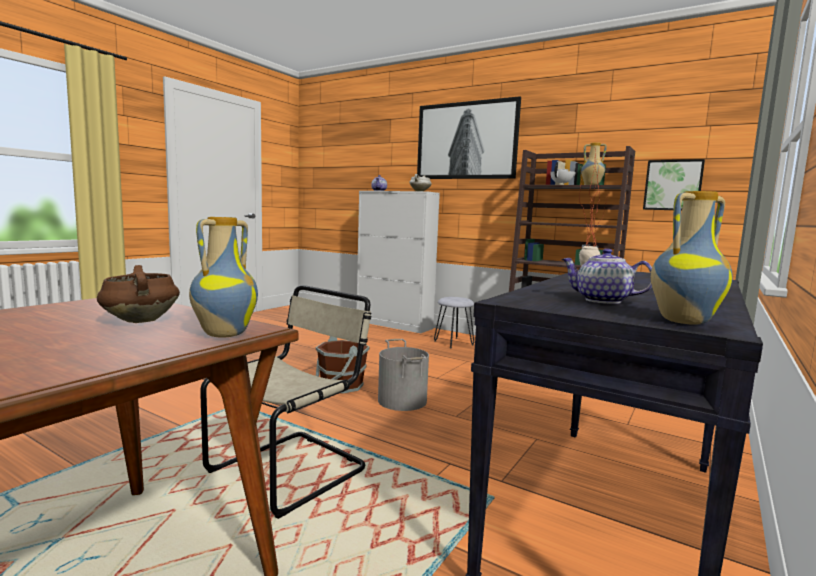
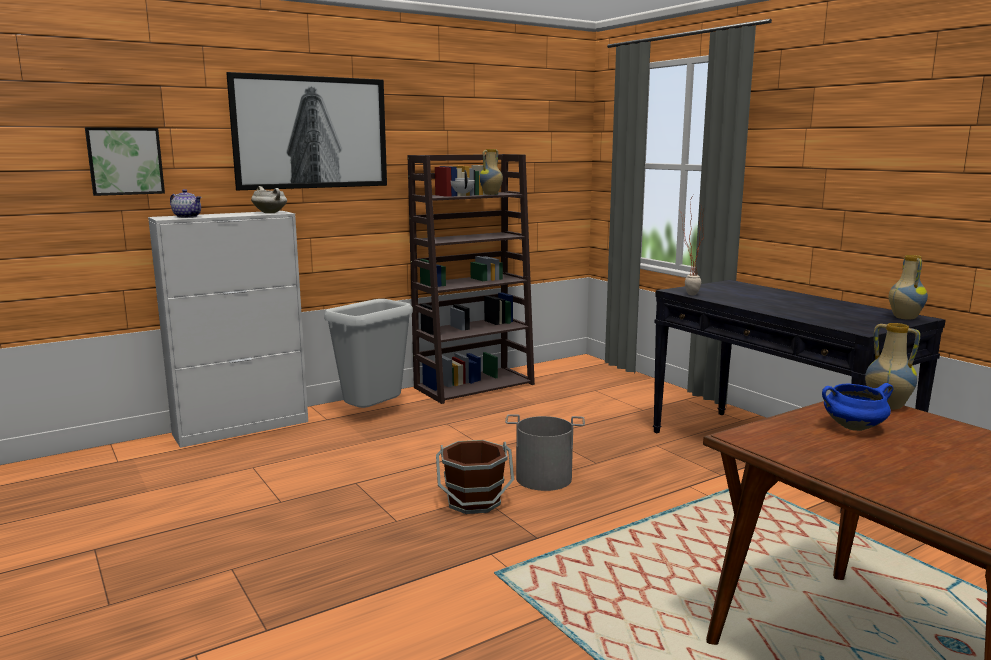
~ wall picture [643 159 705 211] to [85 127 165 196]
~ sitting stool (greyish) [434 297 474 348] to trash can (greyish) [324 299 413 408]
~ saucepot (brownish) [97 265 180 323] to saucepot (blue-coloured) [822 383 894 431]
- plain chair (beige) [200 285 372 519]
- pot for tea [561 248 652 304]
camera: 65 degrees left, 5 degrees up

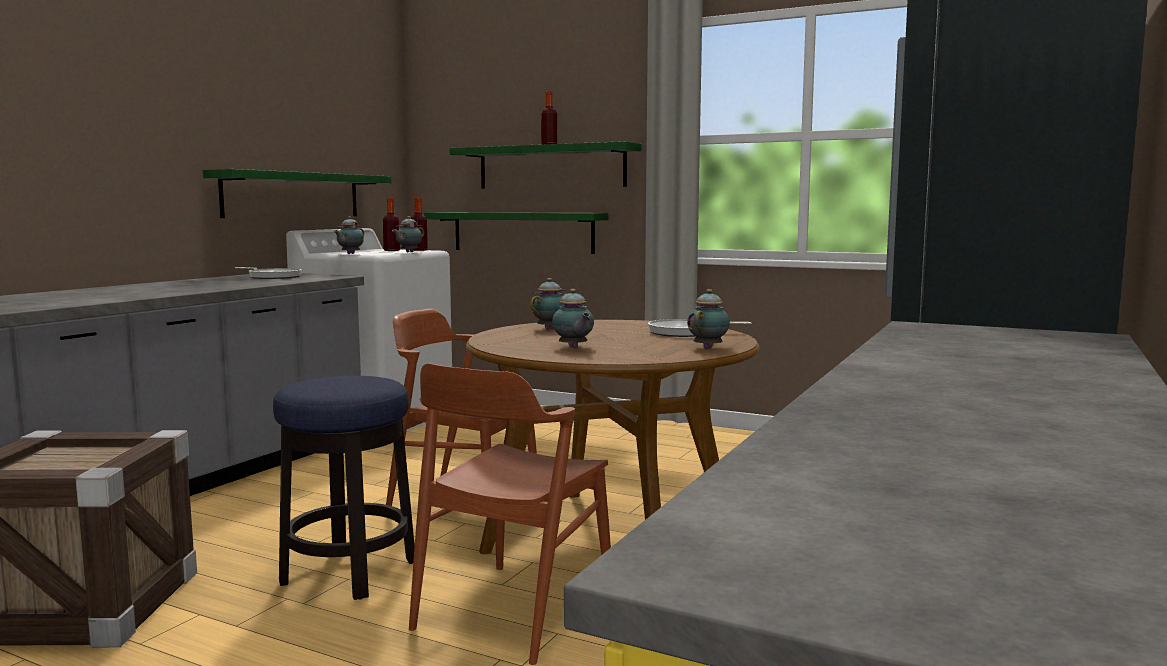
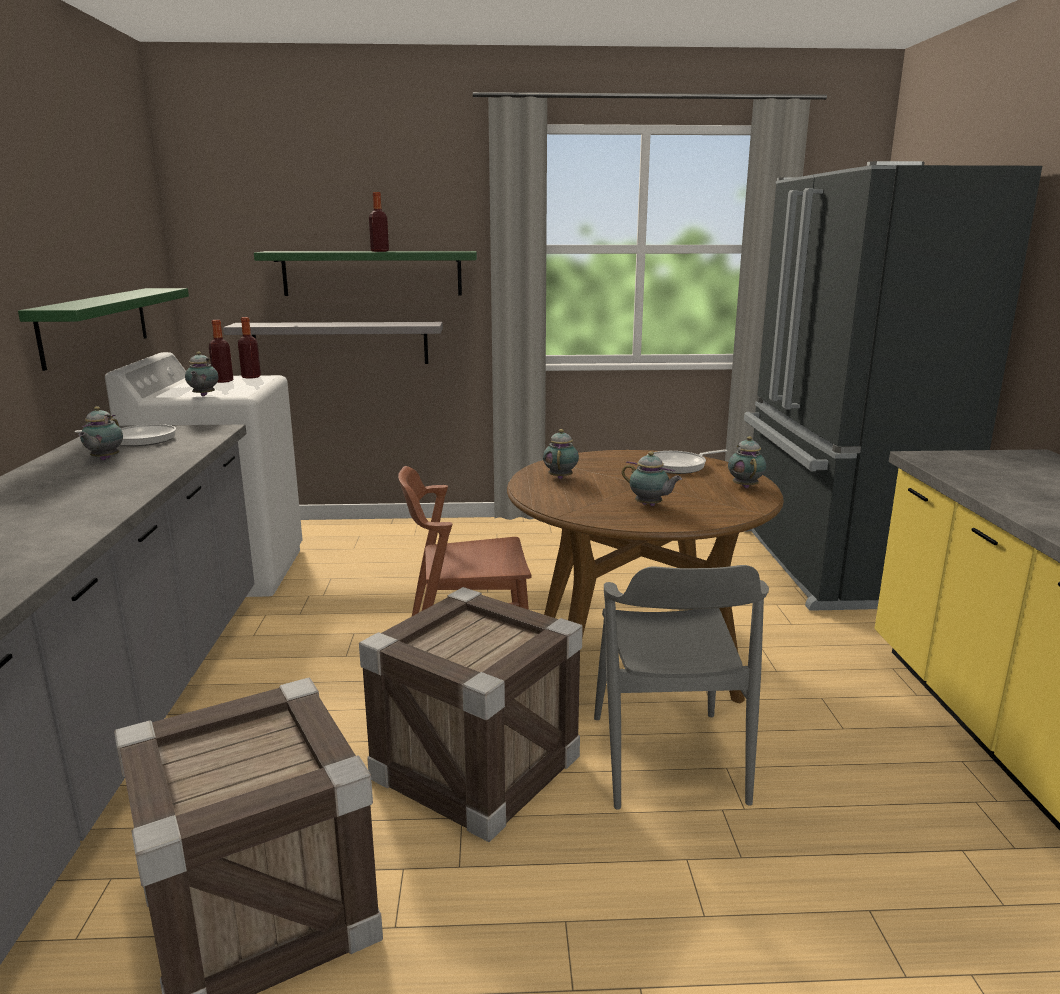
~ pot for tea [392 216 424 253] to [78 406 123 460]
~ shelf (green-coloured) [424 212 609 254] to shelf (greyish) [223 322 443 364]
~ sitting stool [273 376 415 600] to shipping crate [359 587 583 842]
~ plain chair (brownish) [409 364 611 665] to plain chair (greyish) [594 565 769 810]
camera: 30 degrees left, 10 degrees up

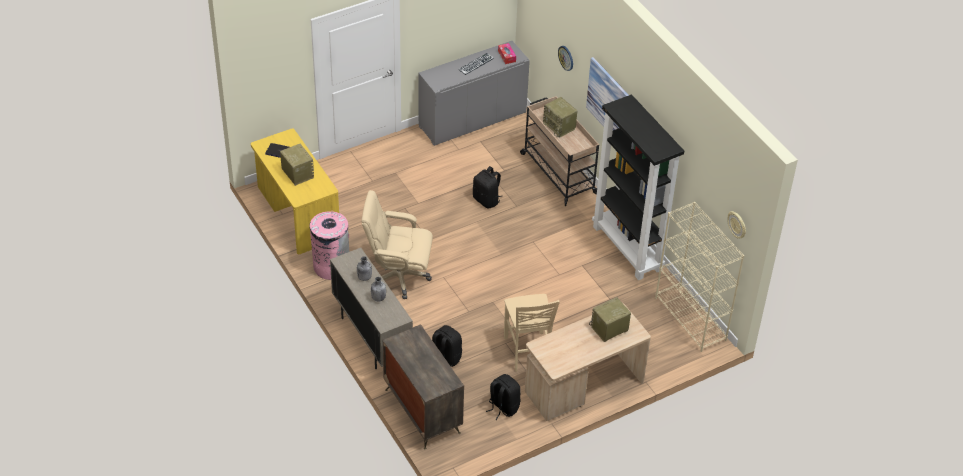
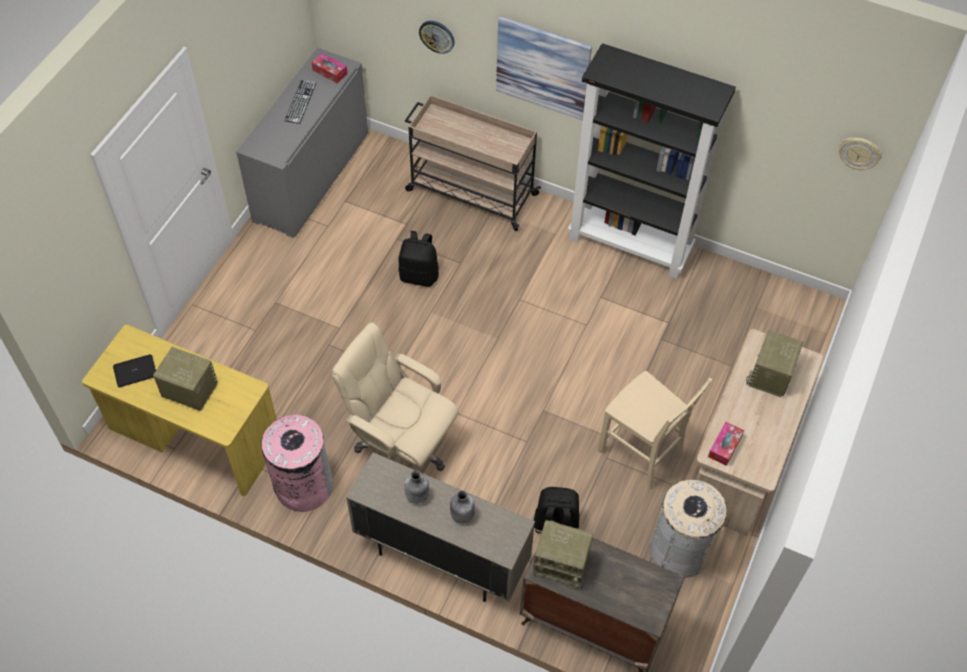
~ office chair (beige) [362 190 433 299] = [332 322 459 471] 60 degrees clockwise
~ radio set [543 97 577 138] to [533 520 593 589]
~ rucksack (black) [486 374 521 420] to trash can (beige) [650 480 727 578]
+ tissue holder [708 422 744 466]
- bookshelf (beige) [655 202 744 352]
camera: 35 degrees left, 10 degrees up

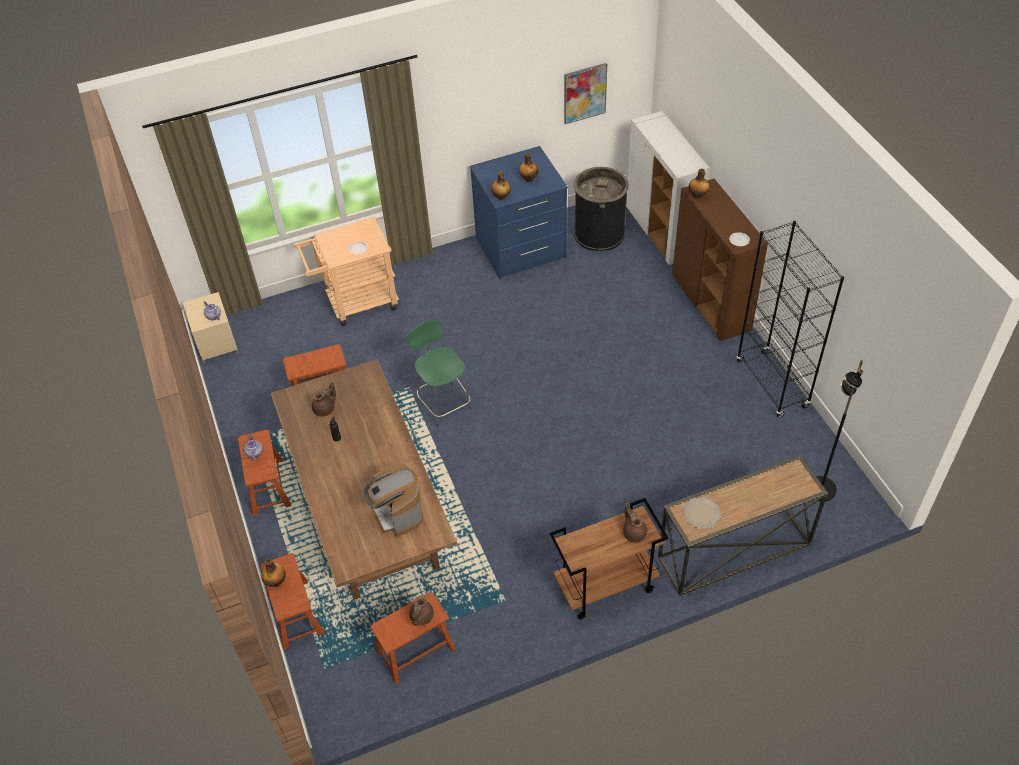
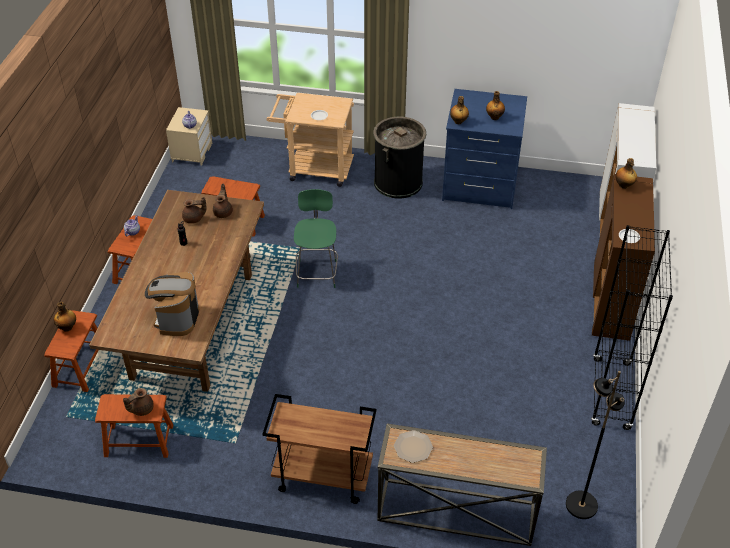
~ pot for tea (brownish) [623 503 647 543] to [213 183 233 218]
~ trash can (black) [574 167 629 252] to [373 117 426 199]
- wall picture [564 63 607 124]
camera: 30 degrees right, 5 degrees down

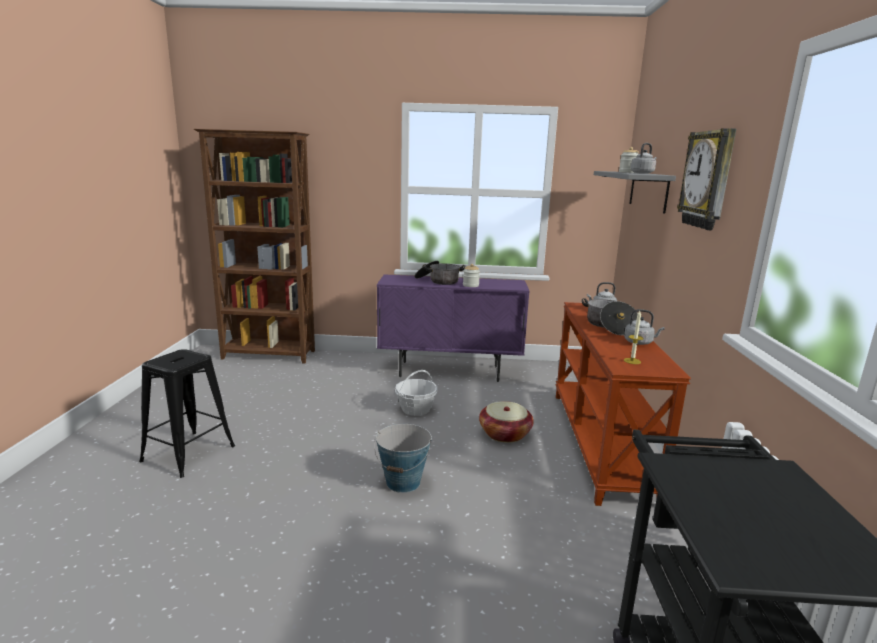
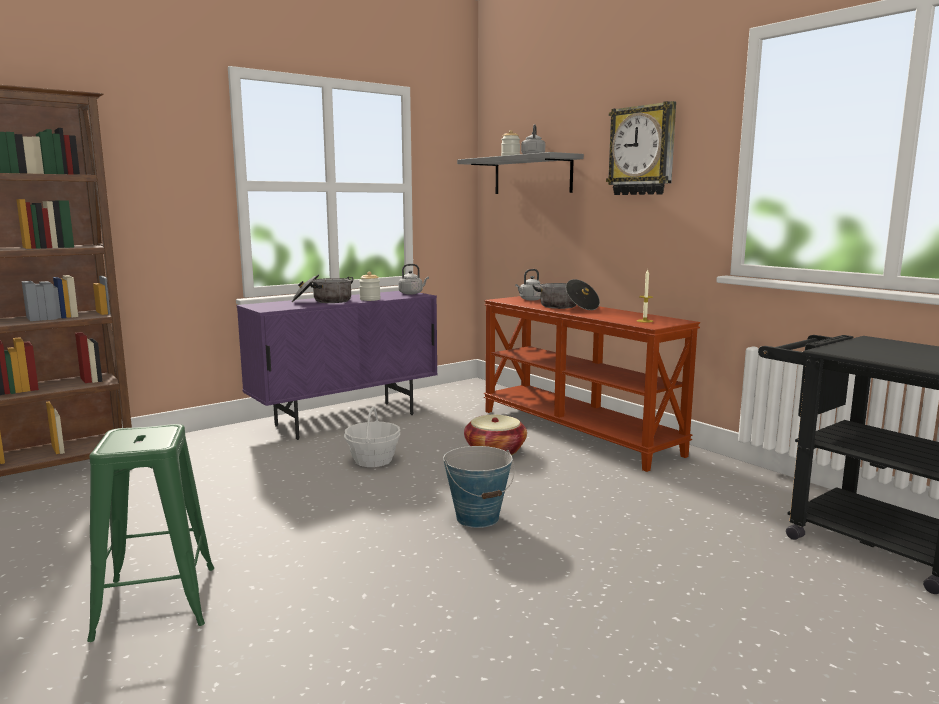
~ sitting stool (black) [139 349 235 478] to sitting stool (green-coloured) [87 424 214 642]
~ tea kettle (greyish) [624 309 665 345] to [398 264 429 294]
camera: 40 degrees left, 5 degrees down

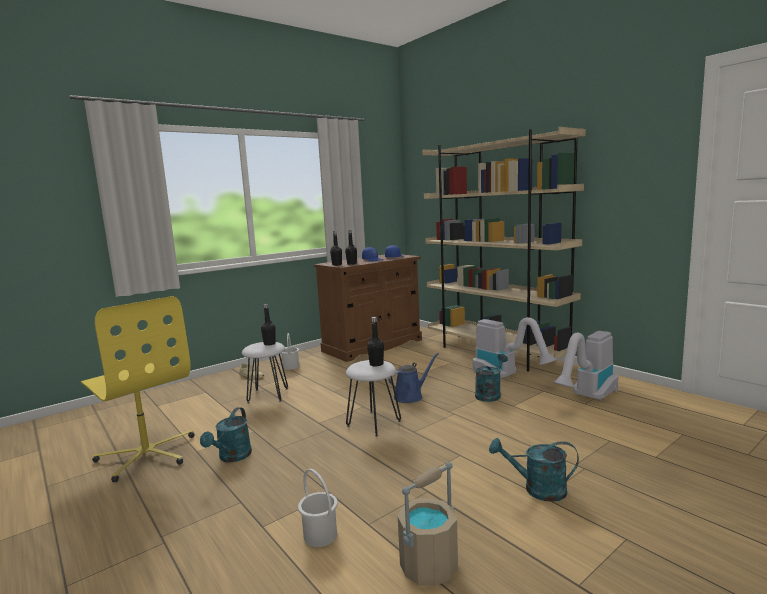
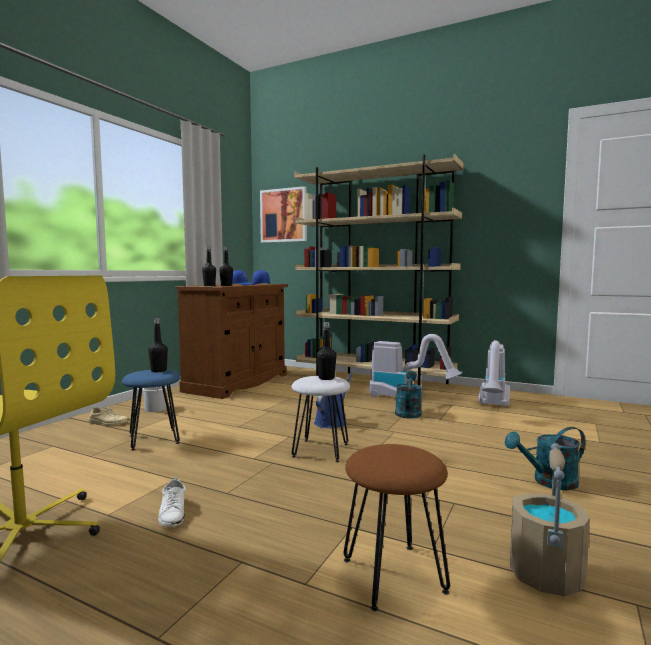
~ sitting stool (white) [242 342 288 403] to sitting stool (blue-coloured) [122 370 181 451]
~ watering pot (turquoise-coloured) [200 407 252 463] to shoe (white) [158 477 186 526]
+ wall picture [260 186 307 243]
~ pail (white) [298 469 338 547] to sitting stool (brownish) [344 444 450 611]
camera: 25 degrees left, 5 degrees down

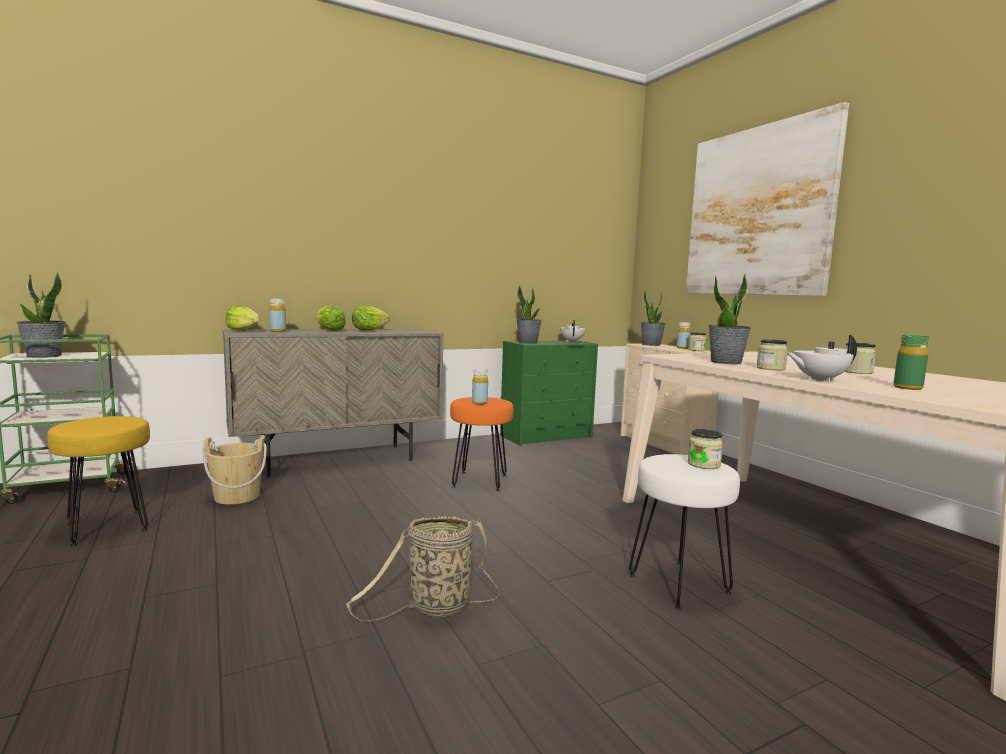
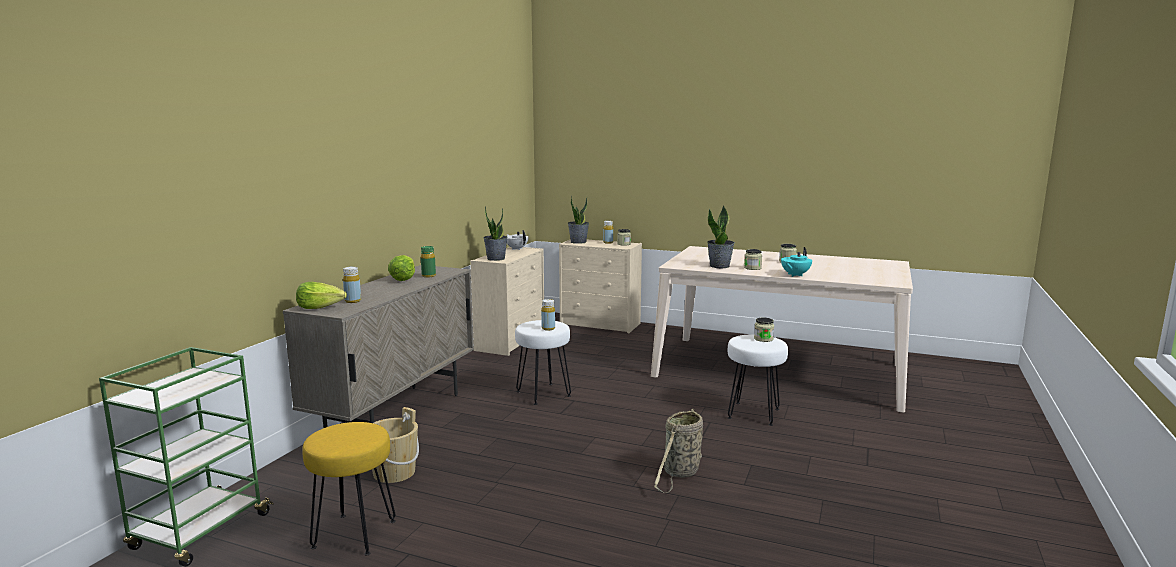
~ drink bottle (green-coloured) [893 335 929 390] to [421 246 436 278]
~ dresser (green-coloured) [500 341 598 446] to dresser (beige) [470 246 544 356]
~ sitting stool (orange) [450 397 514 491] to sitting stool (white) [515 320 571 405]
~ pot for tea (white) [786 335 857 382] to pot for tea (turquoise-coloured) [781 247 812 277]
- plant in a pot [16 272 65 358]
- lettuce [316 305 346 331]
- wall picture [686 102 849 296]
camera: 40 degrees left, 5 degrees up

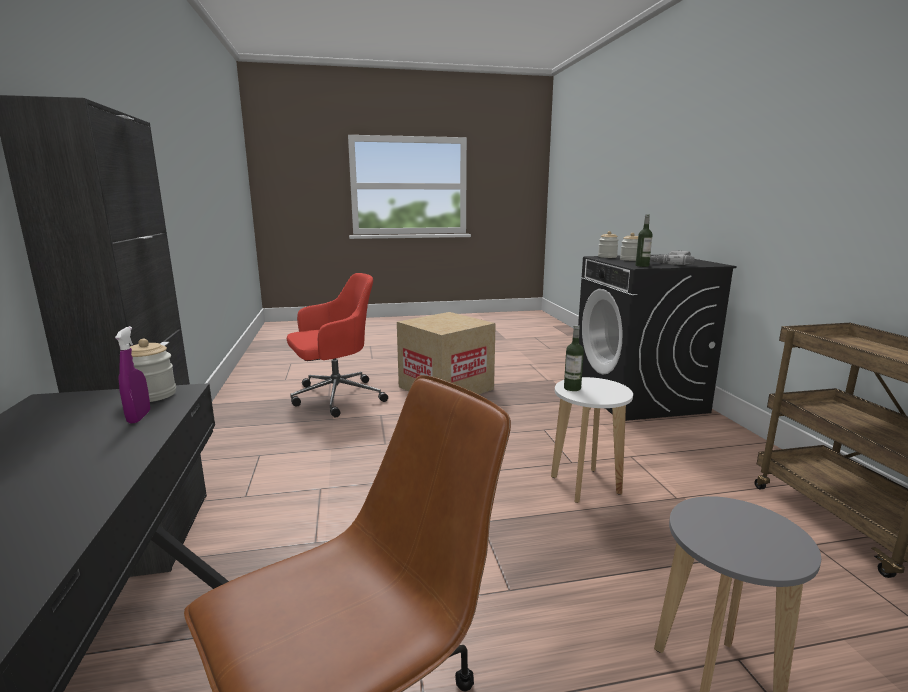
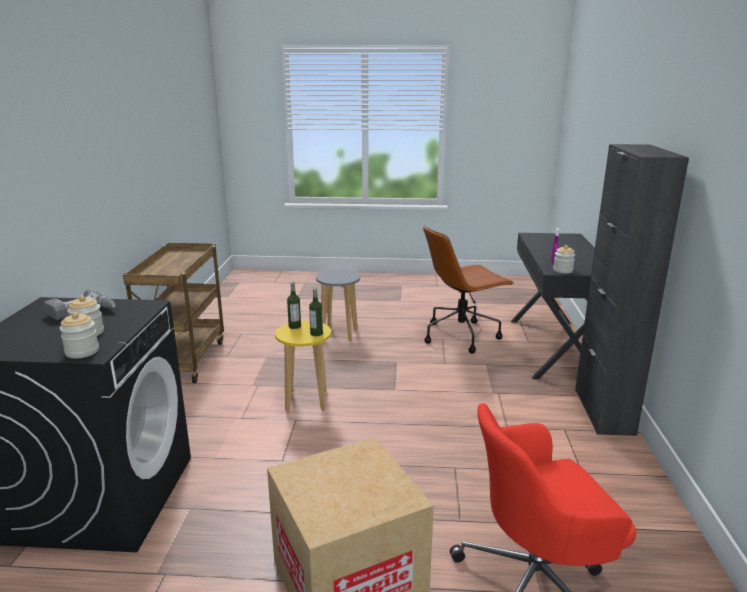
~ sitting stool (white) [551 377 633 503] to sitting stool (yellow) [275 321 331 411]
~ drink bottle [636 215 653 267] to [287 282 301 329]
camera: 165 degrees left, 5 degrees up

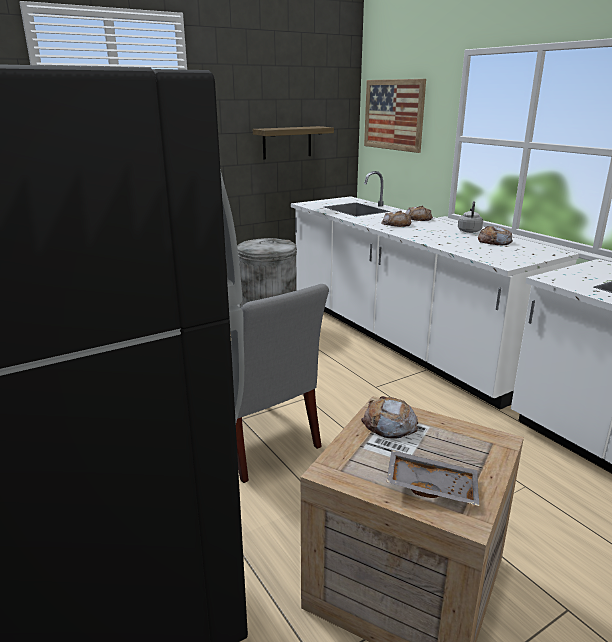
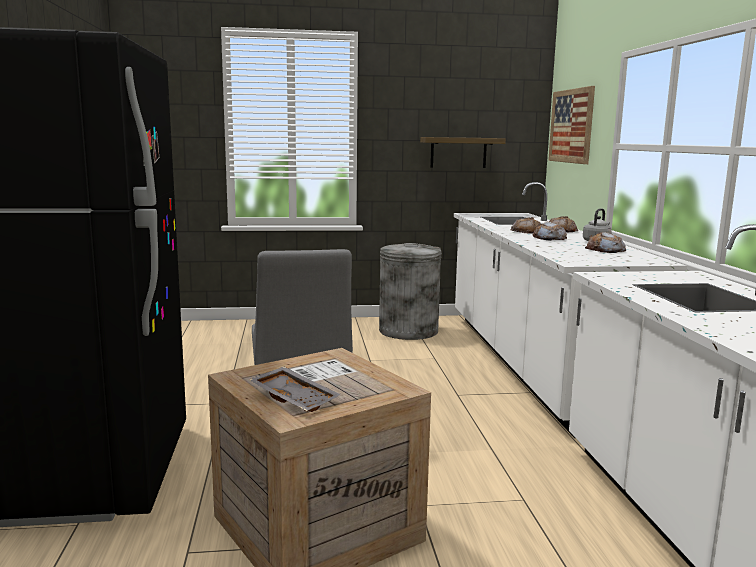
~ bakery bread [361 396 418 439] to [533 222 567 240]
camera: 25 degrees right, 10 degrees down

